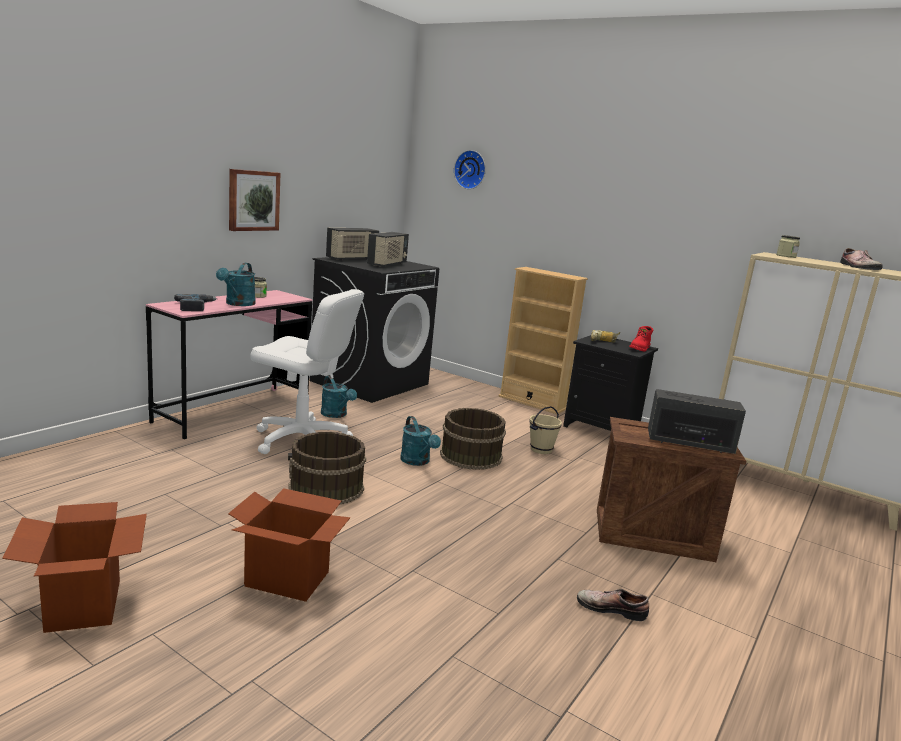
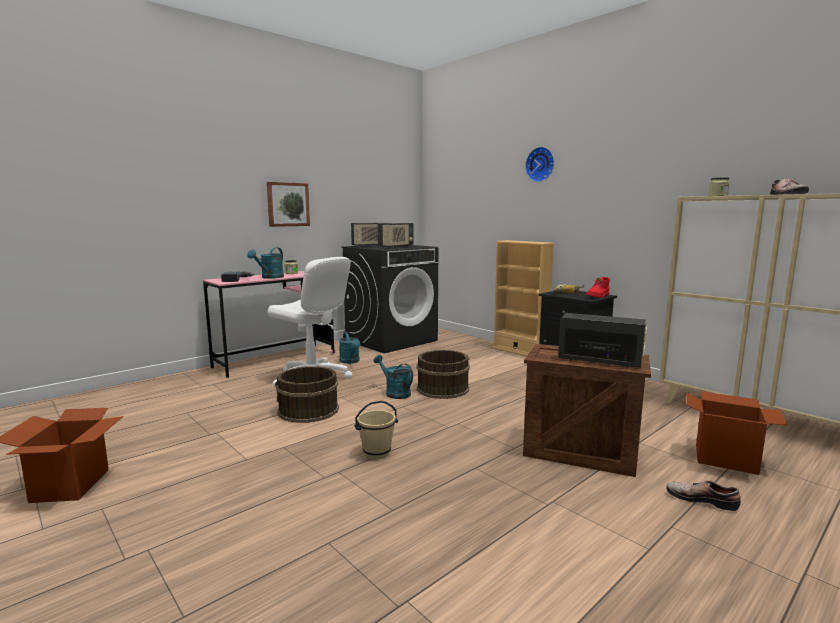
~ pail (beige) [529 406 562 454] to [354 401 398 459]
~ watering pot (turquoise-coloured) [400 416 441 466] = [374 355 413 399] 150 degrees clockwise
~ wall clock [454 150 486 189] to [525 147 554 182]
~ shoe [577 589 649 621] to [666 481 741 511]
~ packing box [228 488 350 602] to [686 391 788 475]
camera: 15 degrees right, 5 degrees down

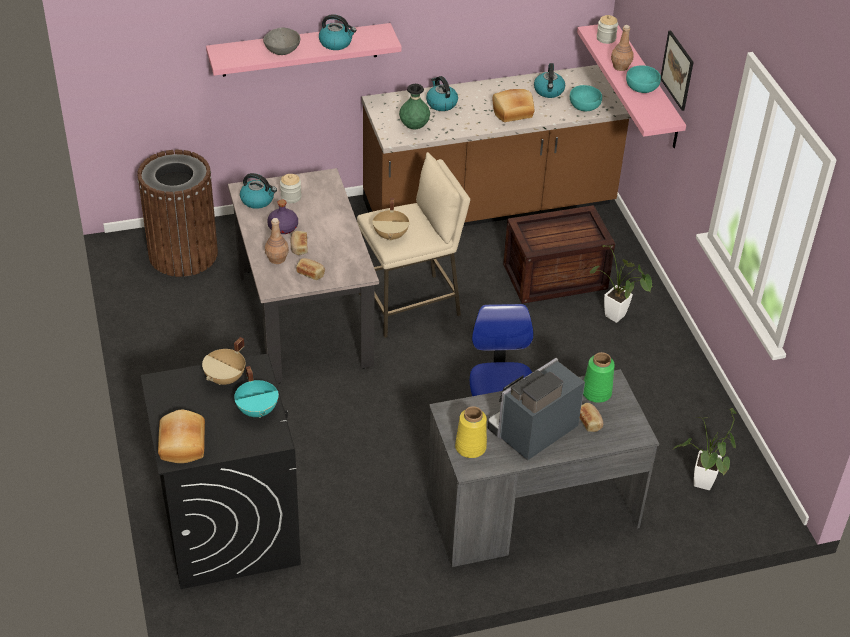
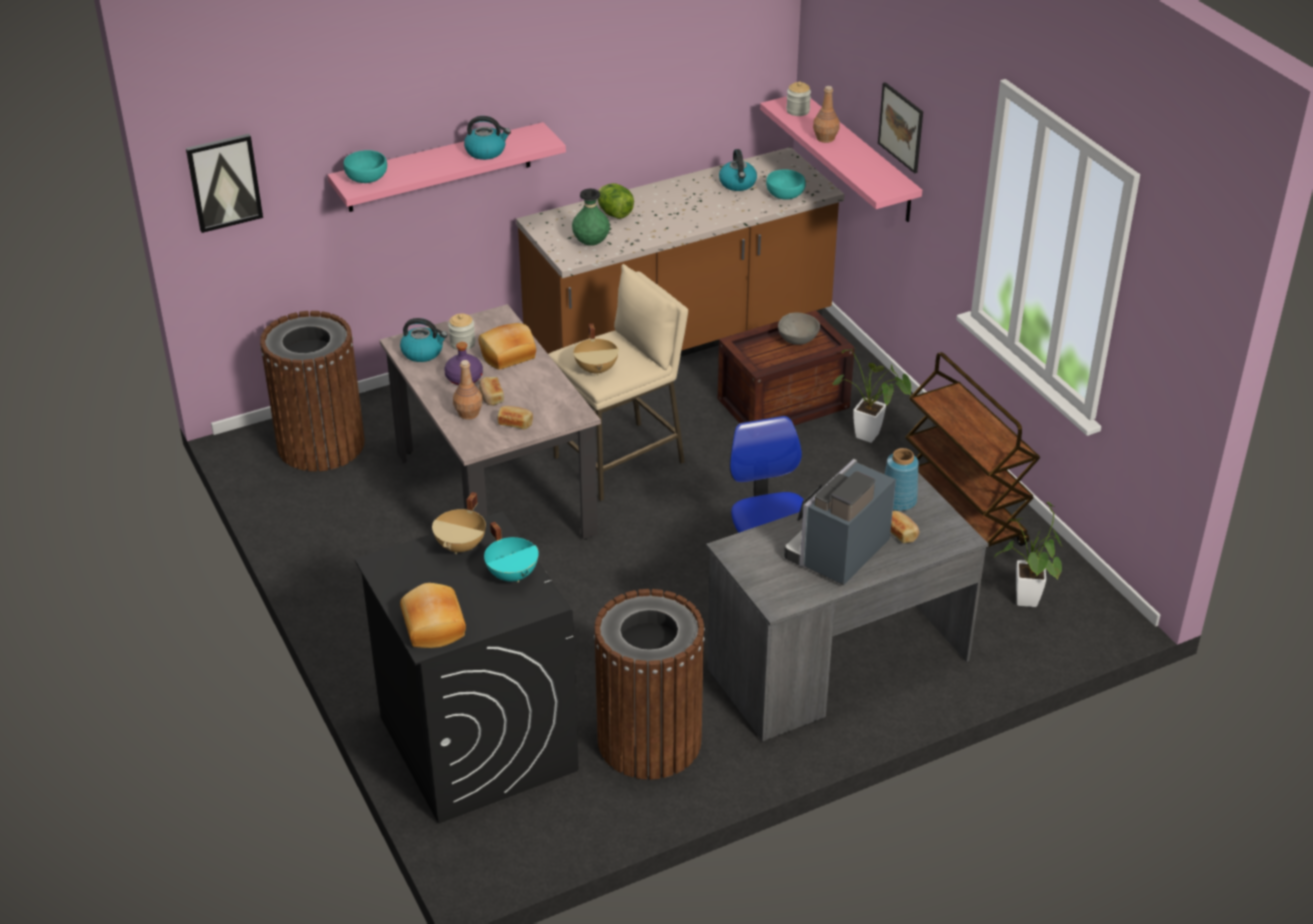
+ wall picture [186 134 263 233]
~ bowl (turquoise-coloured) [626 65 661 93] to [343 150 387 183]
~ bakery bread [492 89 534 122] to [479 323 536 370]
+ trash can (brownish) [594 589 705 780]
~ tea kettle [426 76 458 111] to lettuce [598 183 634 219]
~ bowl (greyish) [263 28 300 55] to [778 313 820 345]
~ flower vase (green-coloured) [583 352 615 403] to flower vase (blue-coloured) [885 448 919 511]
+ wheeled cart (brownish) [905 352 1040 548]
- flower vase (yellow) [455 406 487 458]
camera: 10 degrees left, 5 degrees down

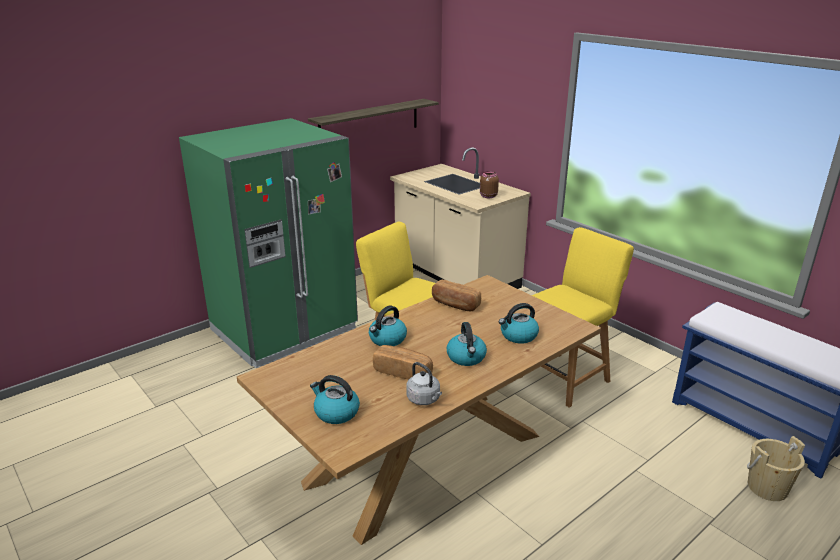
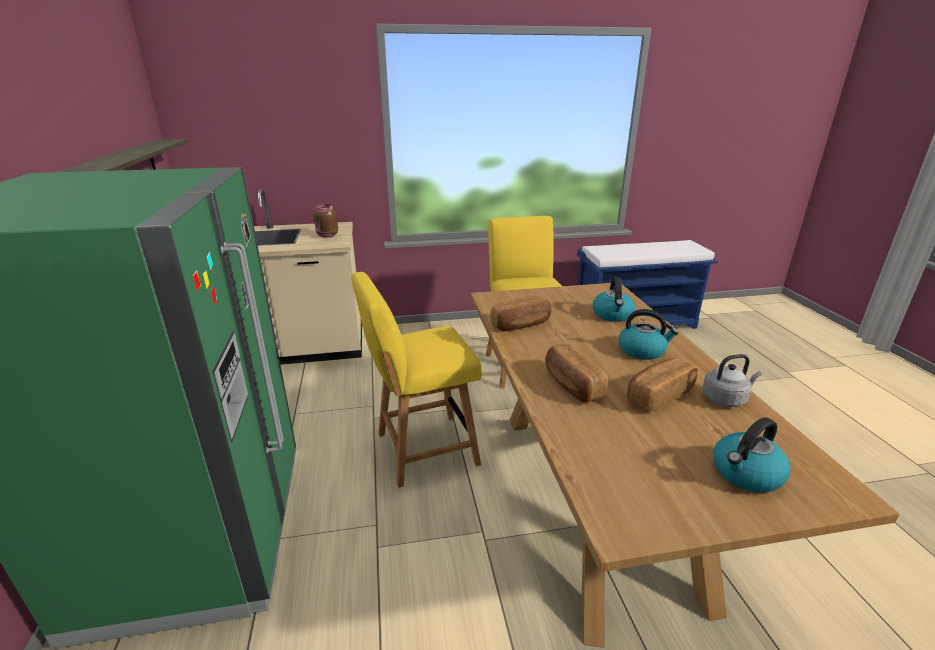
~ tea kettle [369 306 407 346] to bakery bread [545 343 608 403]
- pail (beige) [747 436 805 501]
camera: 60 degrees left, 0 degrees up

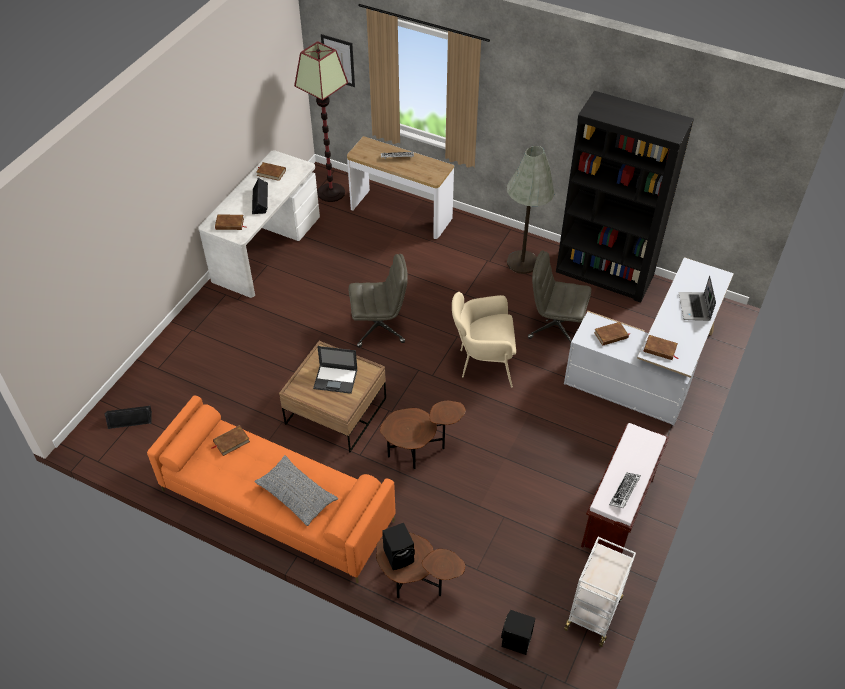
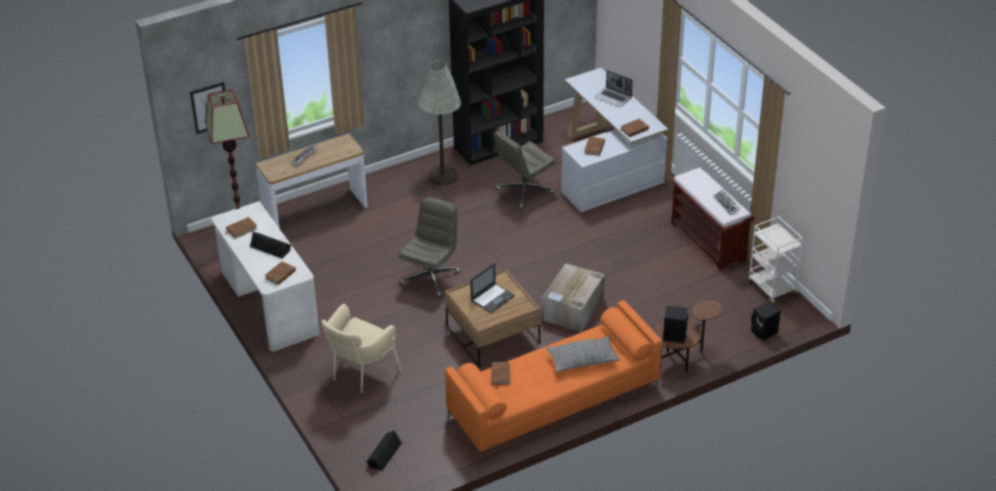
~ lounge chair (beige) [452 292 516 387] to [321 304 402 393]
~ end table (brownish) [380 401 466 469] to packing box [542 263 605 332]
camera: 55 degrees left, 10 degrees down

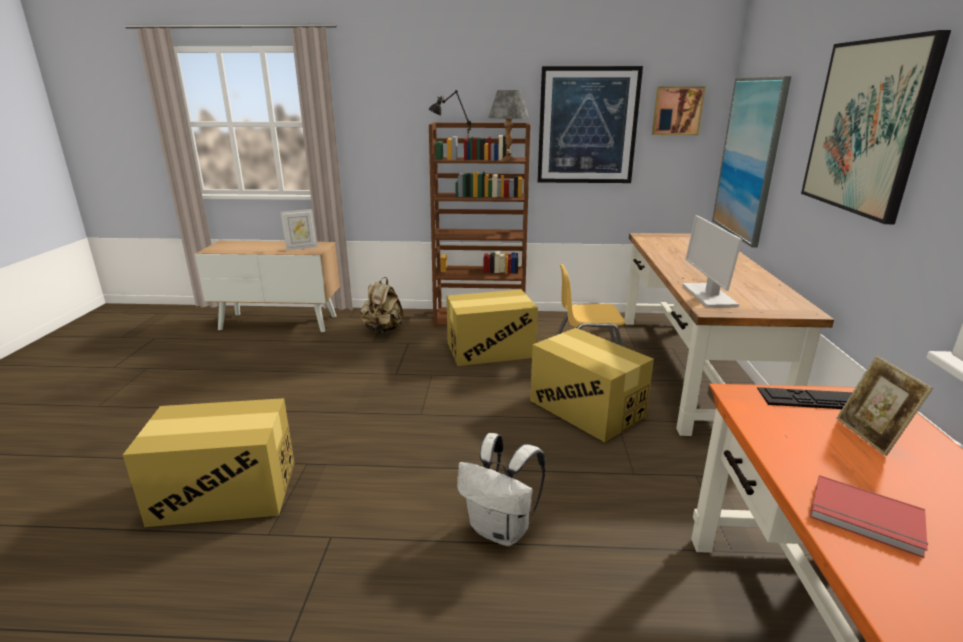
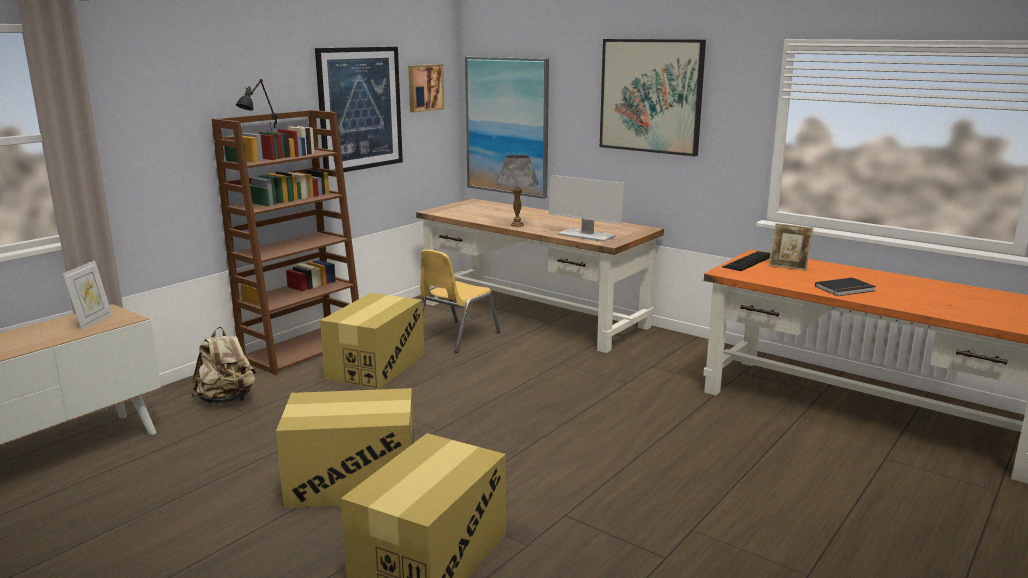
~ packing box [530 328 654 442] to [276 388 414 508]
~ tabletop lamp (greyish) [488 90 529 160] to [496 155 539 227]
~ volume (red) [810 475 928 558] to volume (black) [815 277 876 296]
- rucksack (white) [457 433 545 546]
camera: 55 degrees left, 5 degrees down

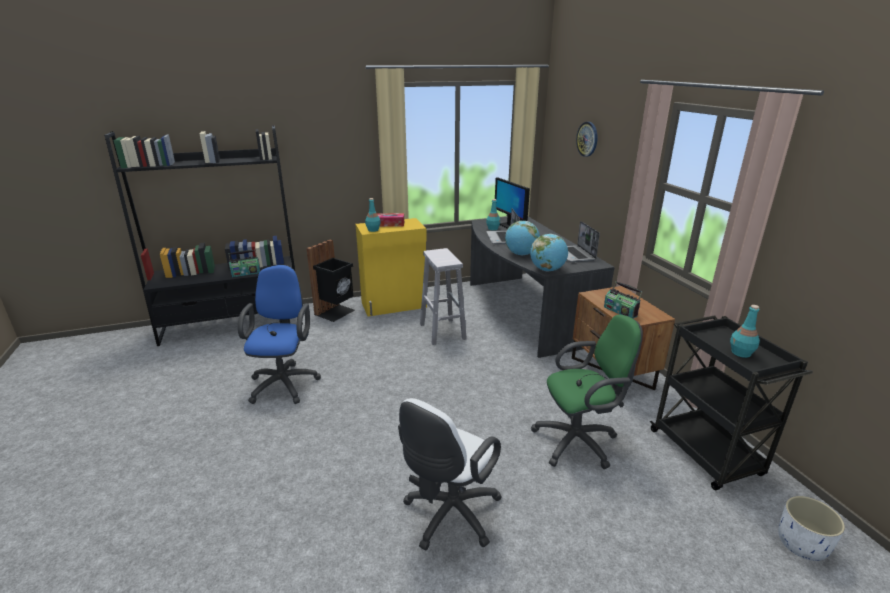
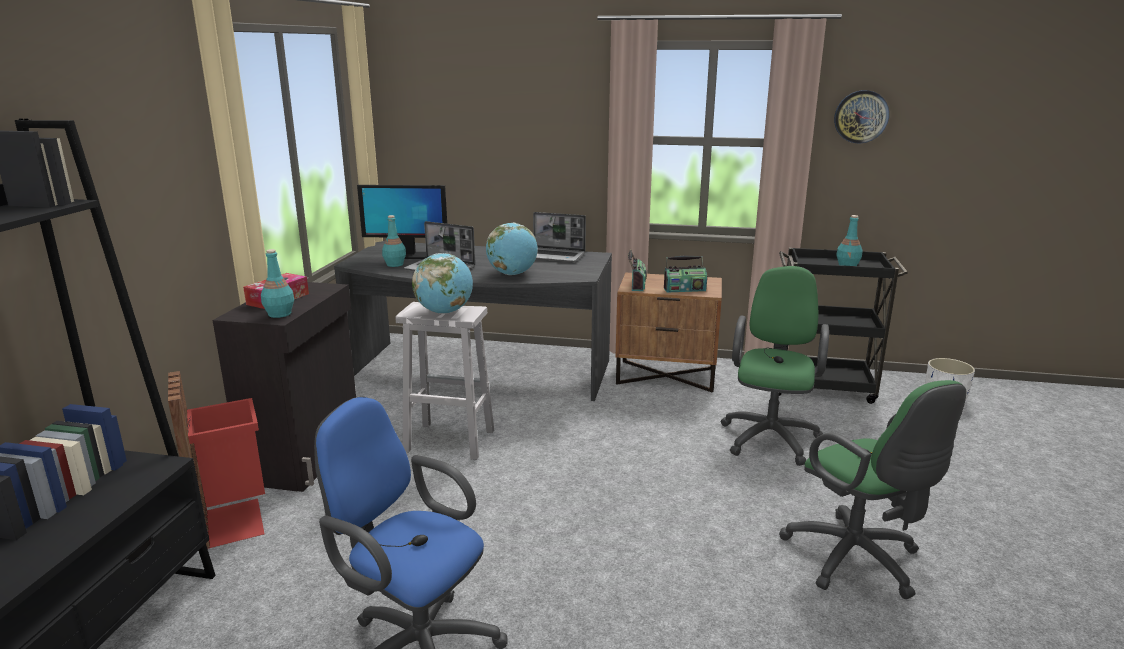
~ trash can (black) [306 240 355 322] to trash can (red) [168 371 265 549]
~ cupboard (yellow) [356 218 427 317] to cupboard (black) [213 282 356 492]
~ desk globe [530 234 568 272] to [412 253 473 314]
~ radio set [228 250 261 277] to [628 250 647 291]
~ office chair (white) [398 398 502 551] to office chair (green-coloured) [779 380 966 599]
~ wall clock [576 122 598 157] to [834 90 889 143]
camera: 60 degrees left, 5 degrees down

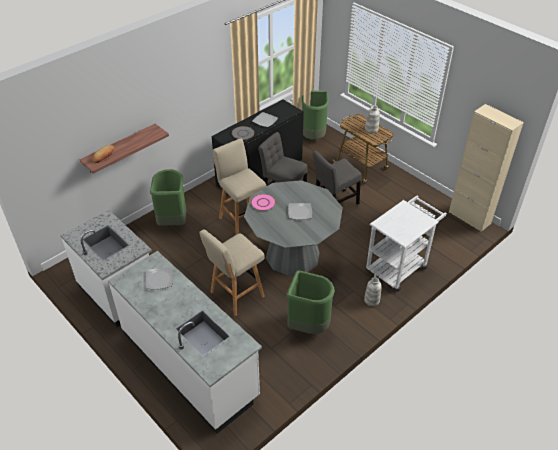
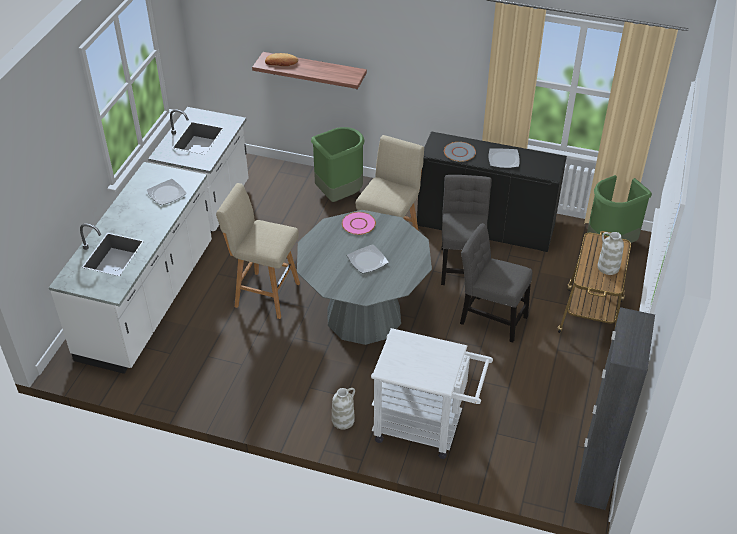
~ cupboard (beige) [449 104 524 232] to cupboard (black) [575 307 655 510]
- trash can (green-coloured) [286 271 335 334]
camera: 60 degrees right, 0 degrees up

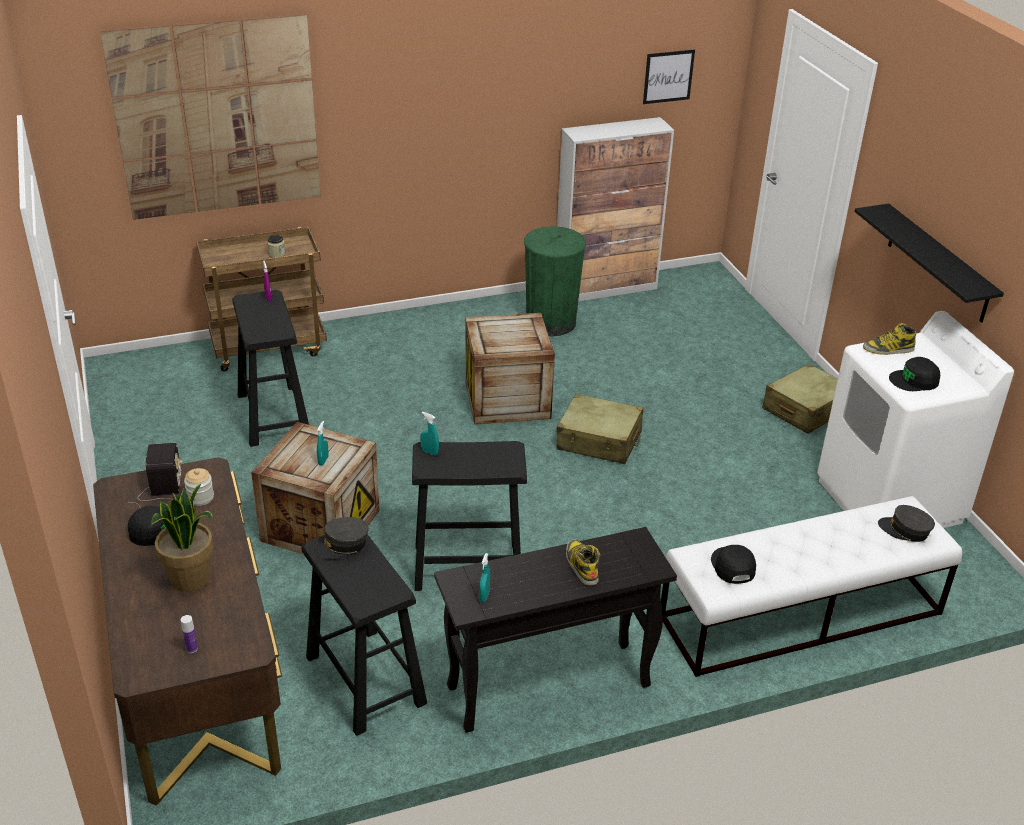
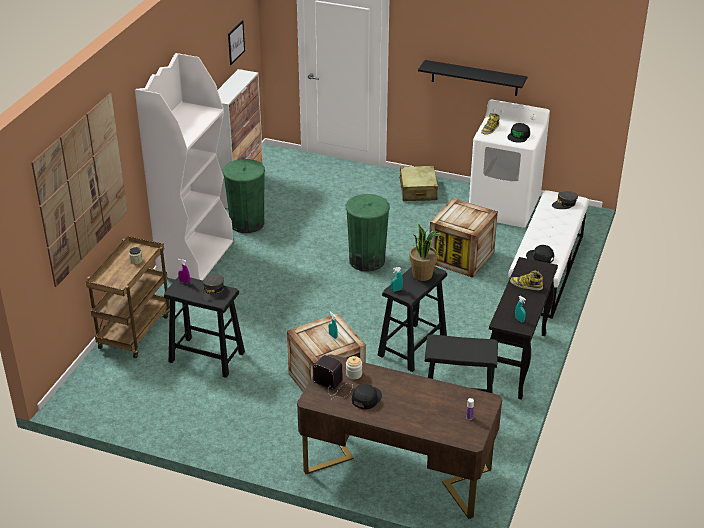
+ bookshelf (white) [135 53 233 281]
~ cap (greyish) [313 517 369 560] to [203 274 224 301]
~ travel case (beige) [556 394 643 464] to trash can (green-coloured) [346 194 390 272]
~ plant in a pot [151 483 214 592] to [409 224 441 281]
~ shipping crate [465 313 555 425] to [430 198 498 278]
camera: 50 degrees left, 0 degrees up

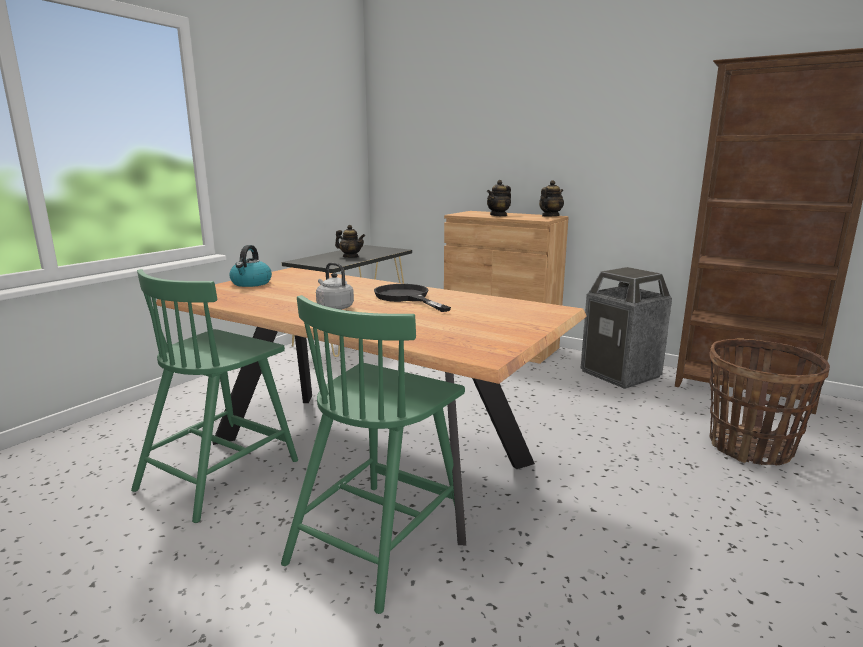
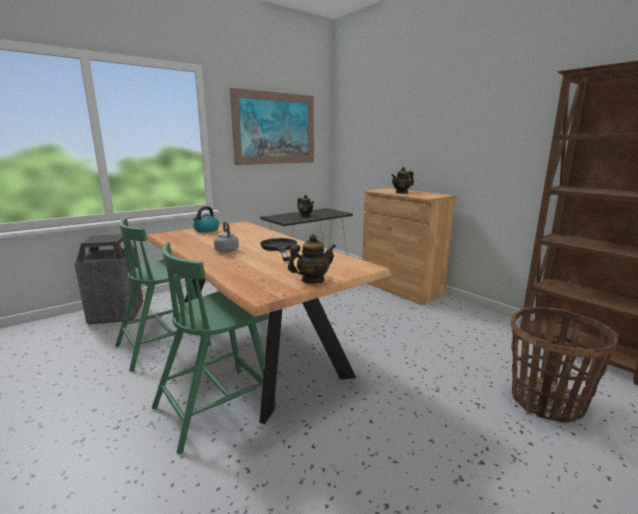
~ trash can [580 267 672 389] to [74 234 144 325]
+ wall picture [230 88 314 165]
~ pot for tea [539 180 564 217] to [288 234 336 283]
camera: 20 degrees right, 0 degrees up

